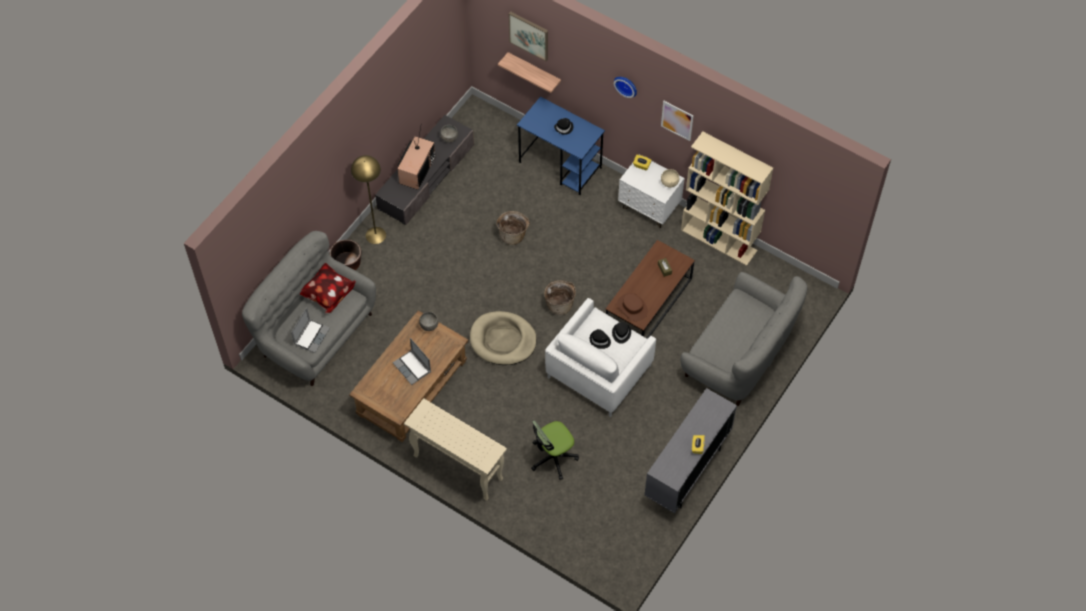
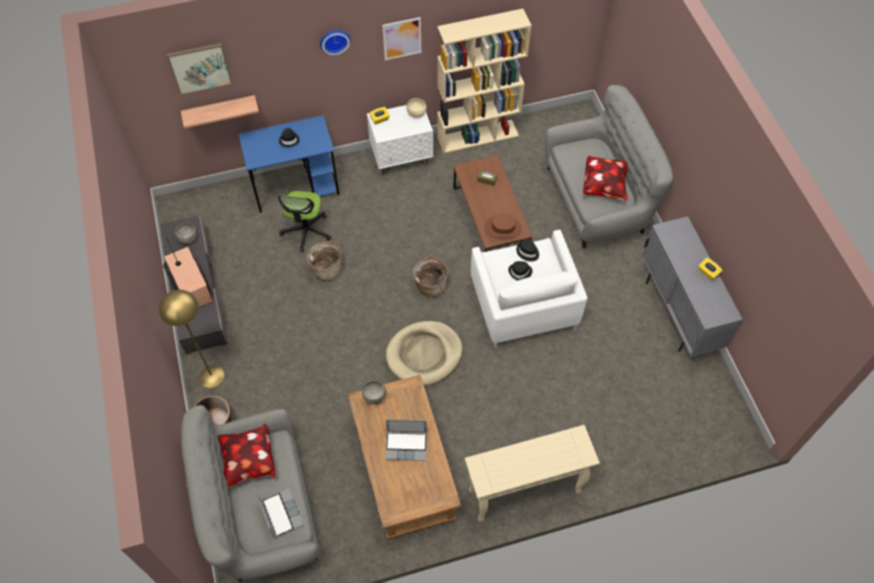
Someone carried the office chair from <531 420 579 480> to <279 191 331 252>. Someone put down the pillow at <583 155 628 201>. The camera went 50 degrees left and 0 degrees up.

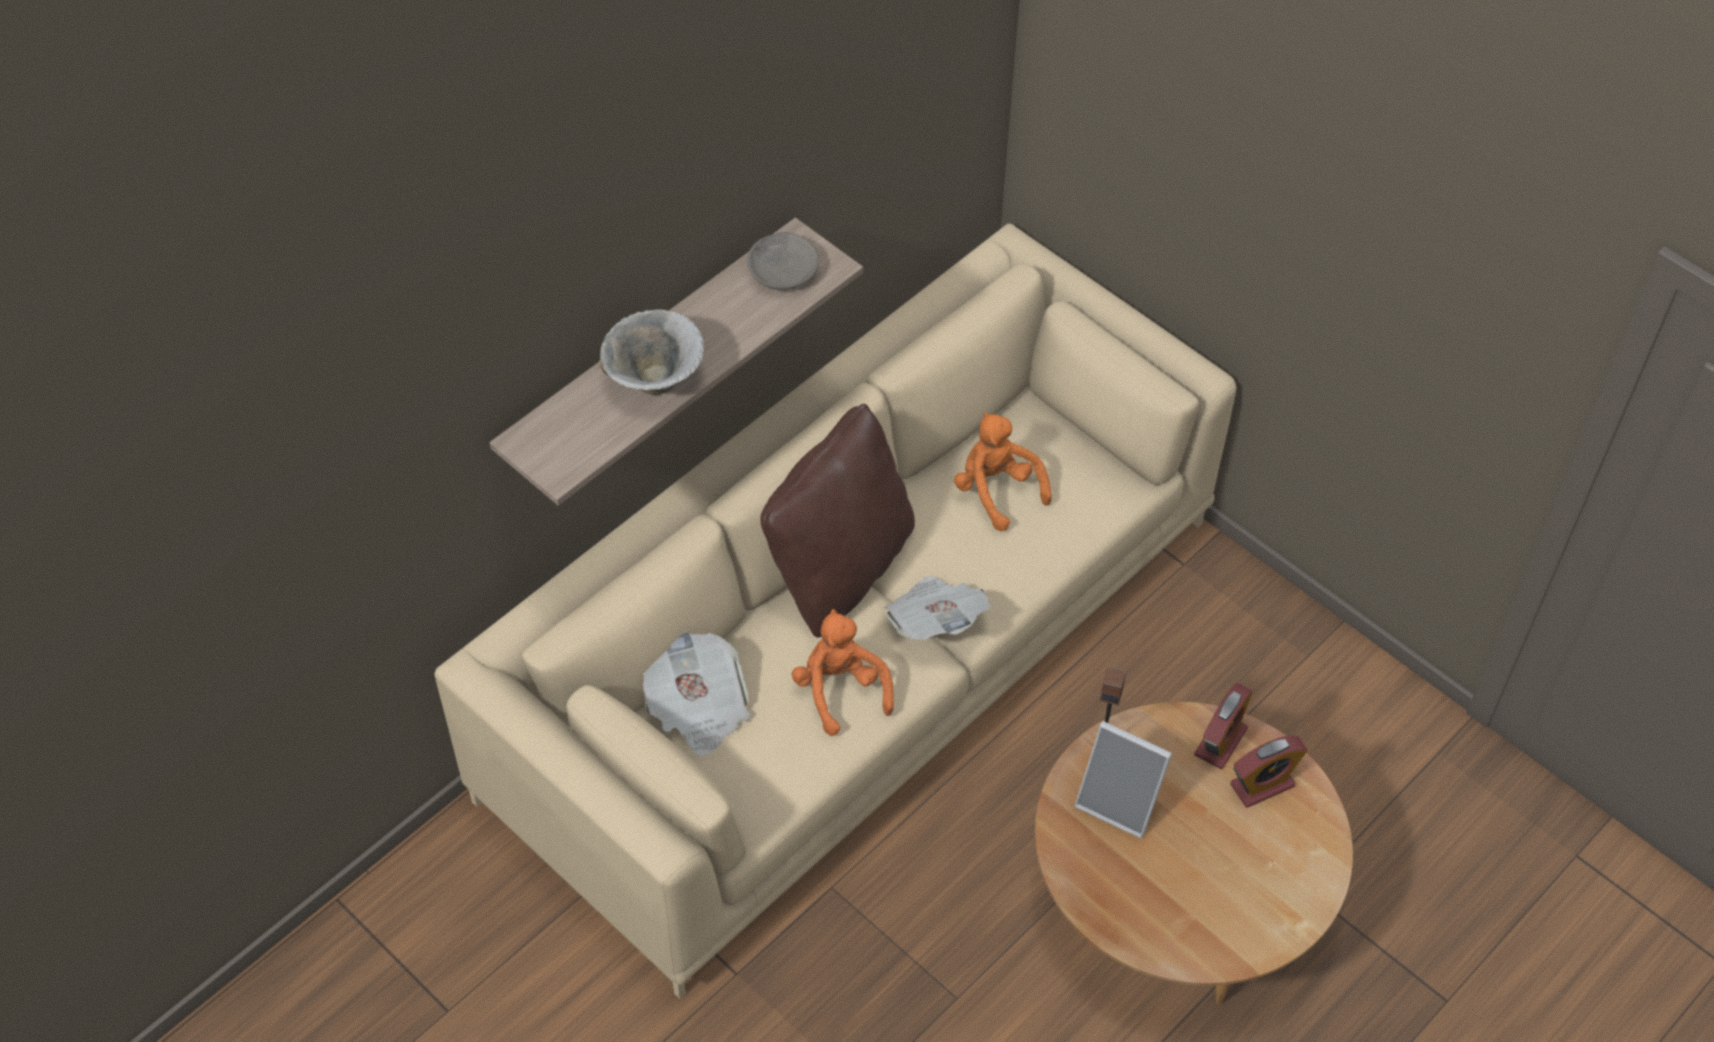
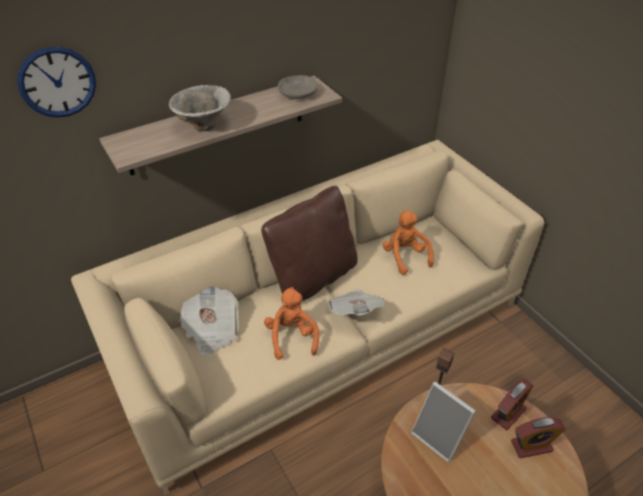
Someone put up the wall clock at <17 47 96 118>. The camera went 15 degrees right and 10 degrees down.

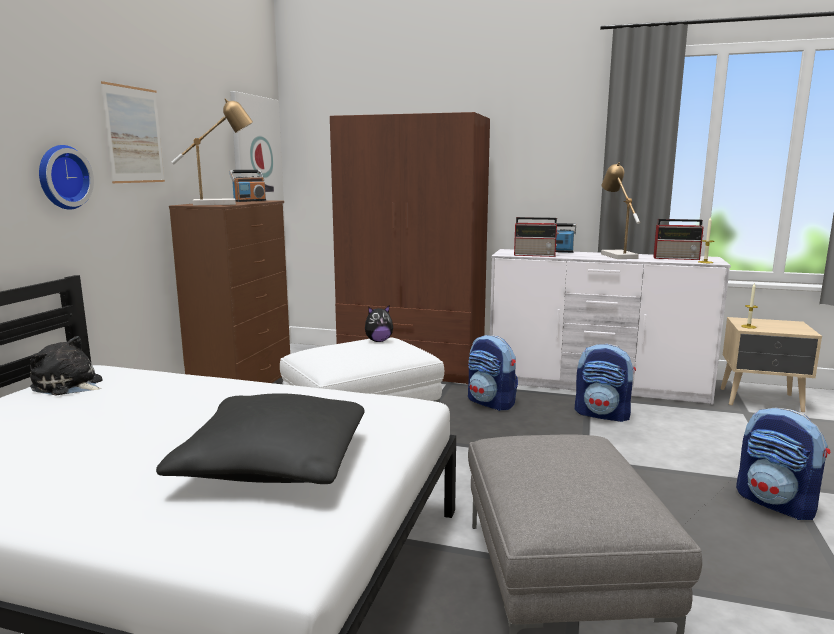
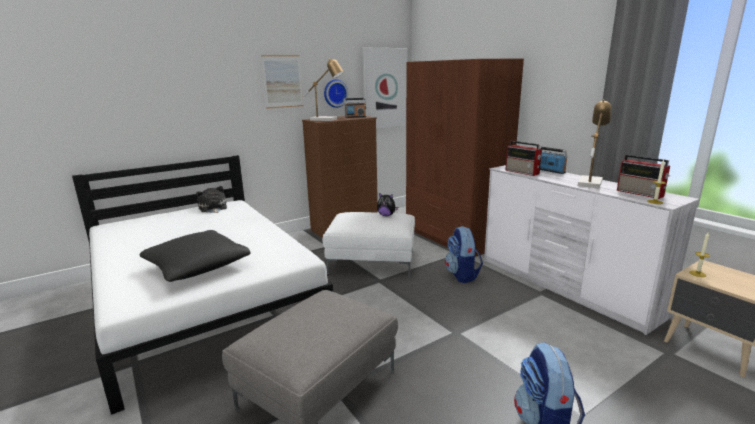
Someone carried the wall clock from <39 145 94 210> to <324 79 348 108>. Someone took away the backpack at <575 344 636 422>. The camera went 40 degrees right and 5 degrees up.

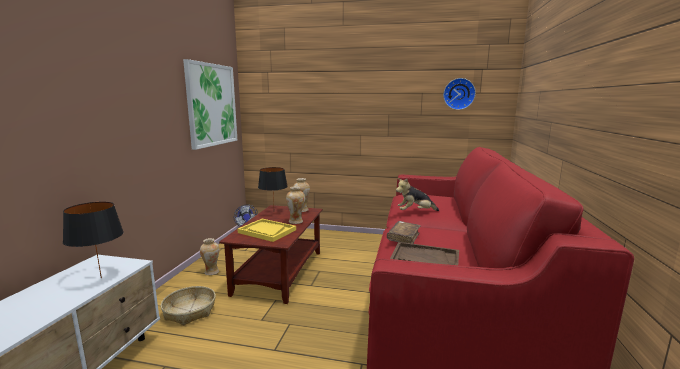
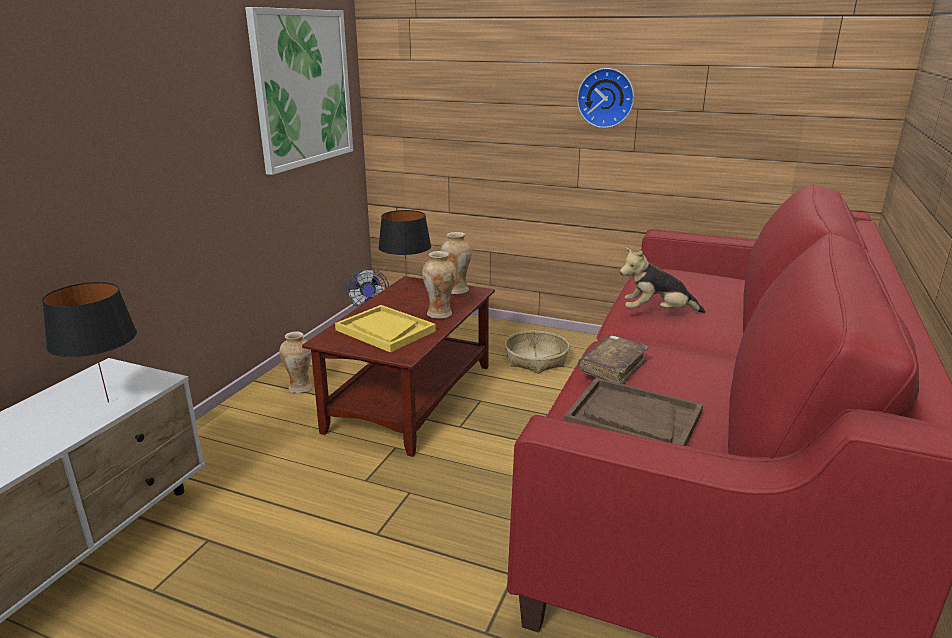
Someone carried the wall clock from <443 78 476 110> to <577 68 634 128>. Someone carried the basket from <161 286 216 326> to <505 331 569 374>. The camera went 10 degrees right and 10 degrees up.

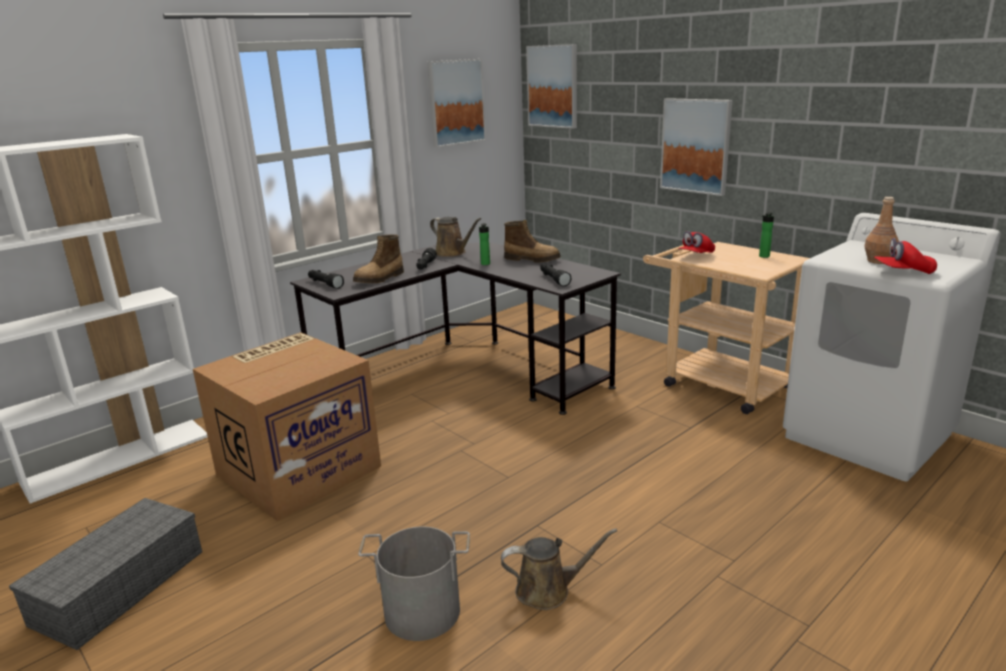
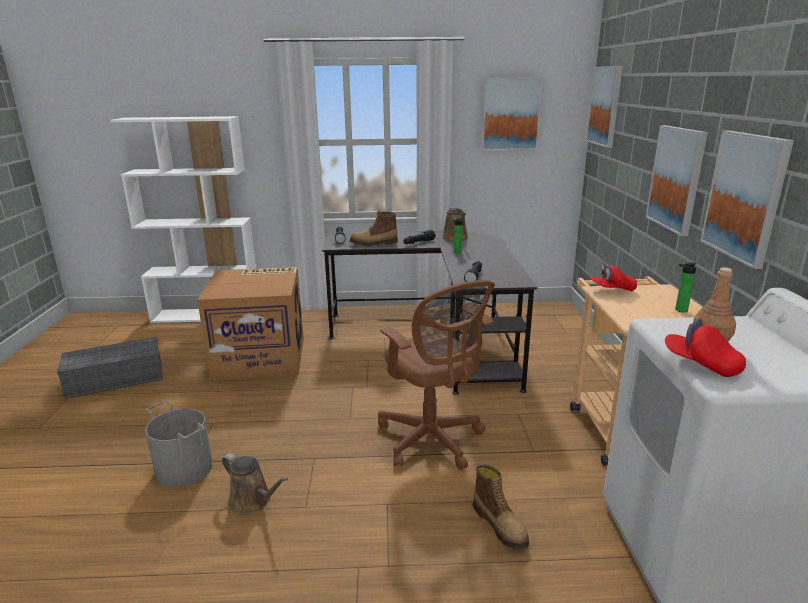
Someone carried the boot from <504 220 561 263> to <473 464 529 550>. Someone put up the picture at <700 131 794 269>. Someone put down the brown office chair at <378 280 495 470>. The camera went 40 degrees right and 0 degrees up.

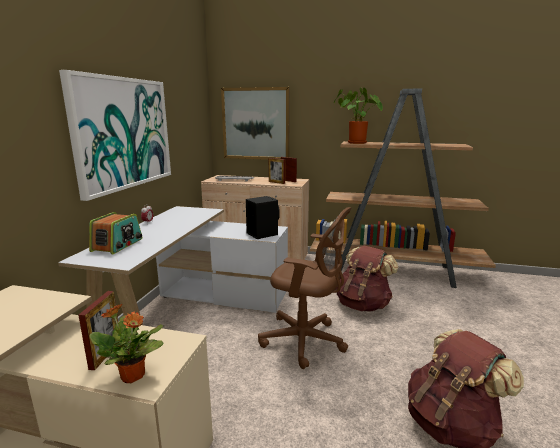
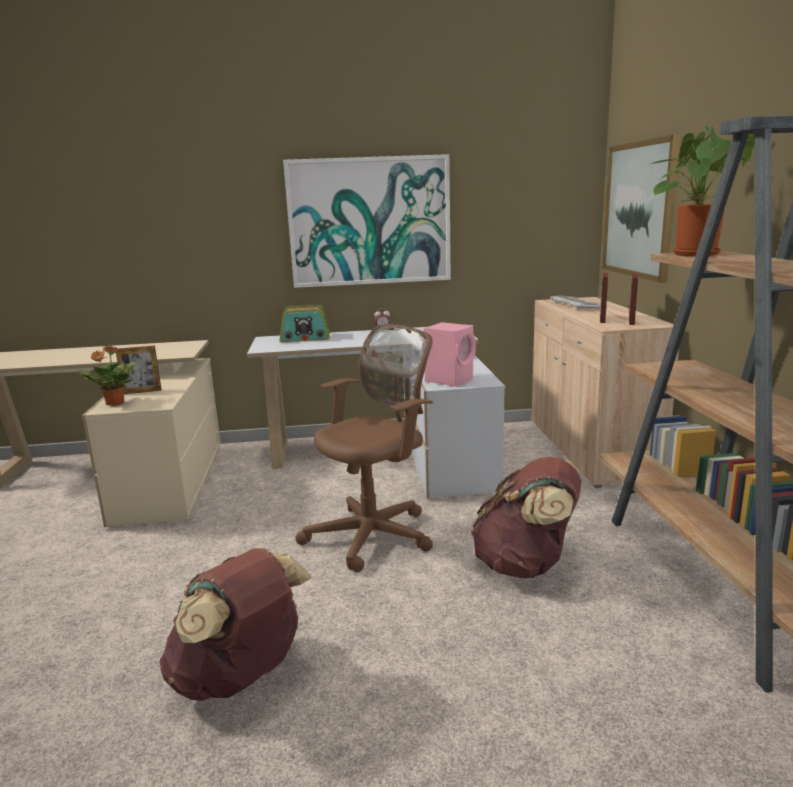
Someone repainted the black speaker at <246 196 280 239>, which became the pink speaker at <424 322 476 387>. Someone rotated the brown office chair at <258 207 351 369> by 135 degrees counterclockwise. The camera went 70 degrees right and 0 degrees up.

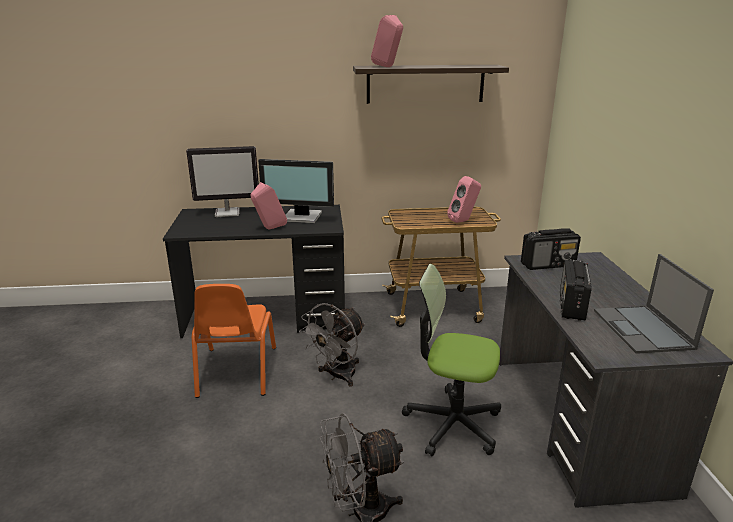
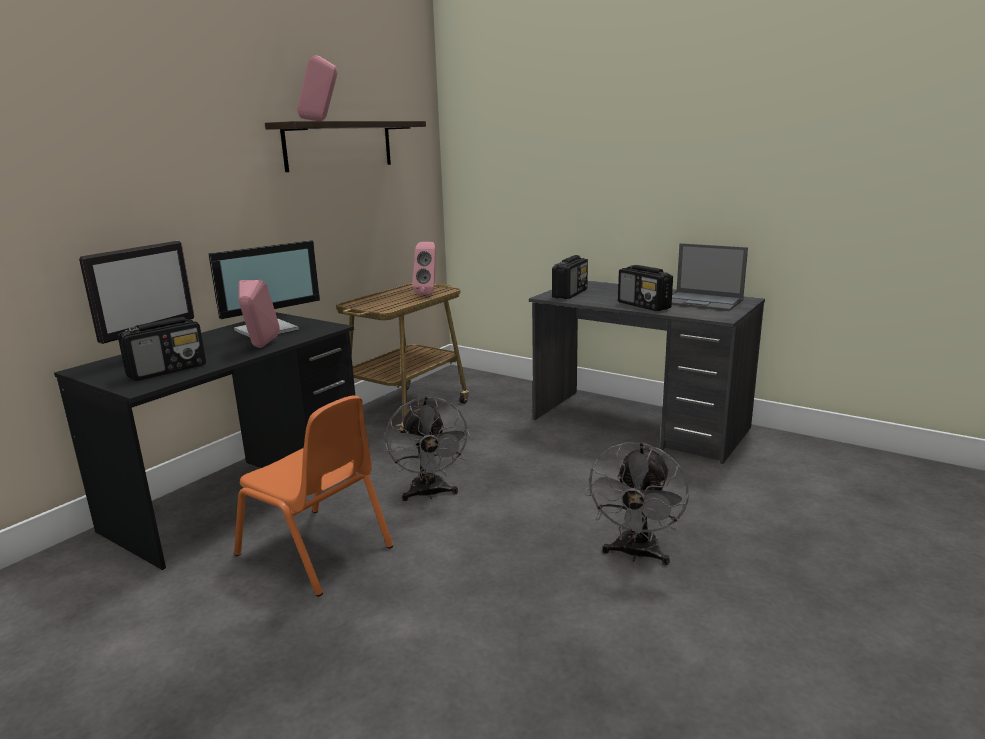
Someone took away the office chair at <402 264 501 456>. Someone put down the radio at <118 317 206 381>. The camera went 50 degrees left and 5 degrees down.

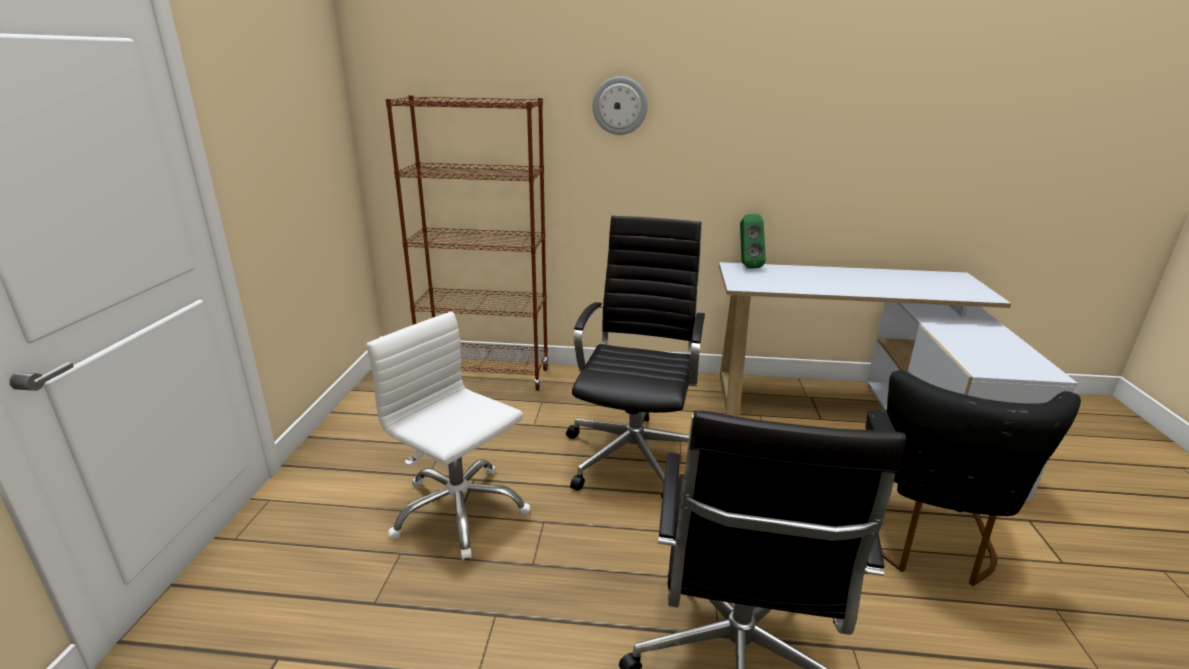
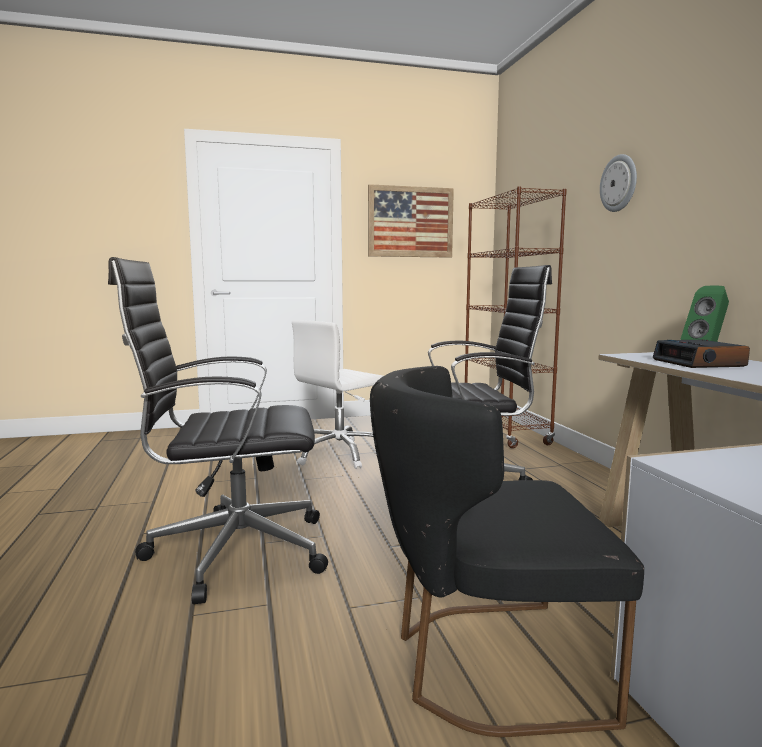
Someone rotated the white office chair at <366 312 530 560> by 150 degrees counterclockwise. Someone put up the picture at <368 184 454 258>. Someone put down the alarm clock at <652 339 750 368>. The camera went 70 degrees right and 15 degrees down.

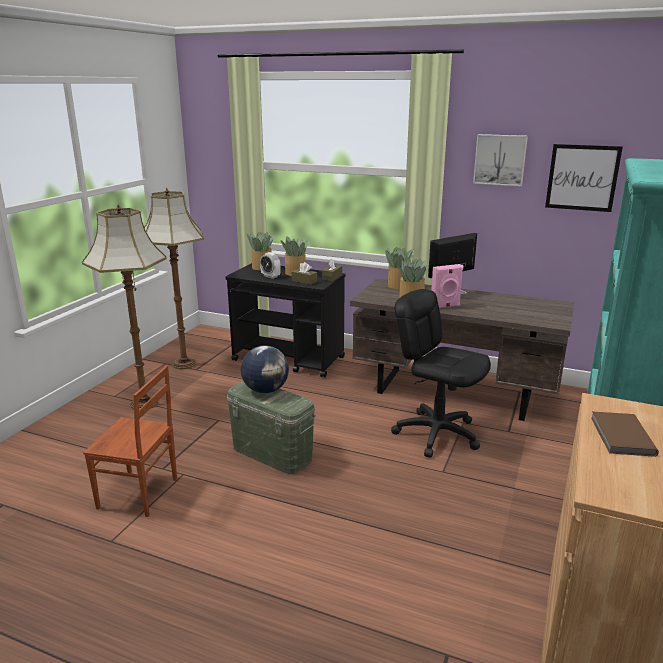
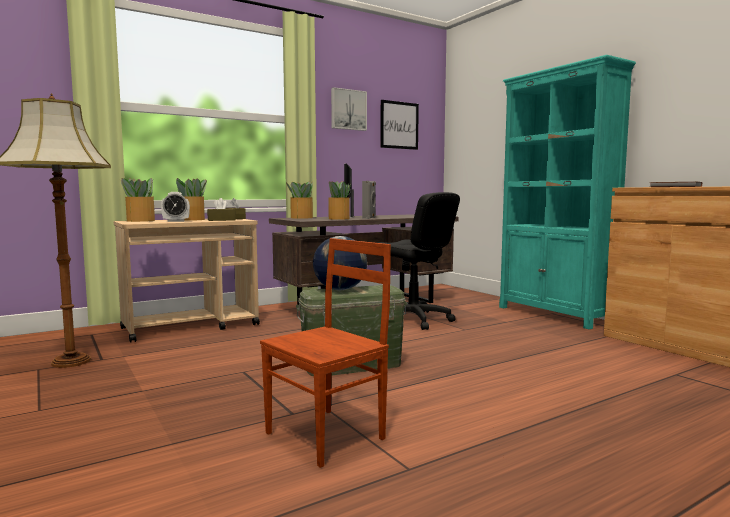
Someone took away the floor lamp at <82 204 167 409>. Someone repainted the black cart at <225 263 345 378>, which became the beige cart at <114 219 260 343>. Someone repainted the pink speaker at <431 264 464 308>, which became the grey speaker at <362 181 376 219>. Someone rotated the black office chair at <391 289 491 458> by 120 degrees counterclockwise. The camera went 55 degrees left and 15 degrees down.

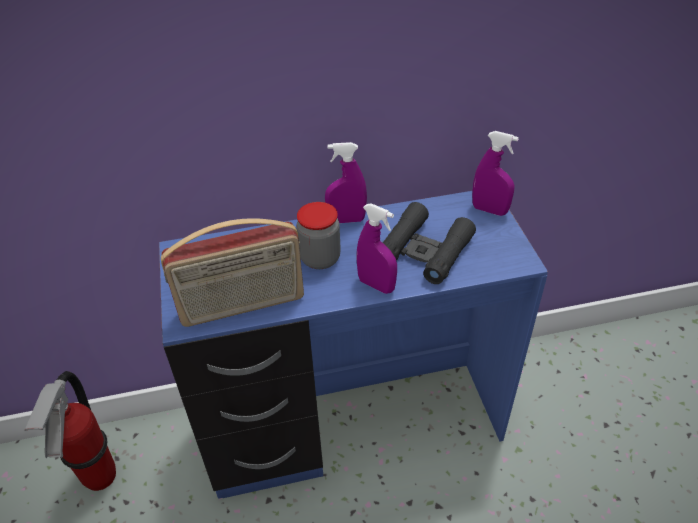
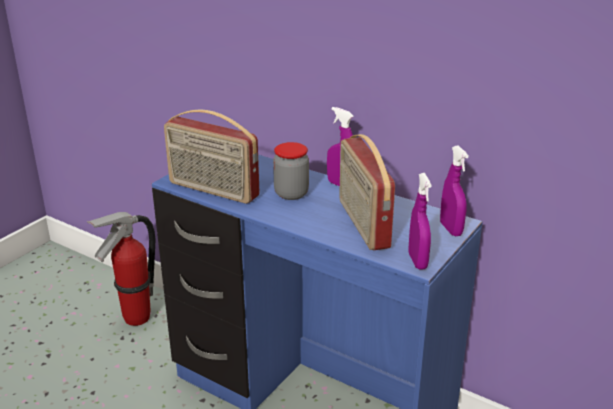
Someone swapped the black binoculars at <382 202 476 284> for the radio at <339 134 395 250>. Someone carried the purple spray bottle from <356 203 397 294> to <408 173 432 270>. The camera went 45 degrees right and 15 degrees down.

